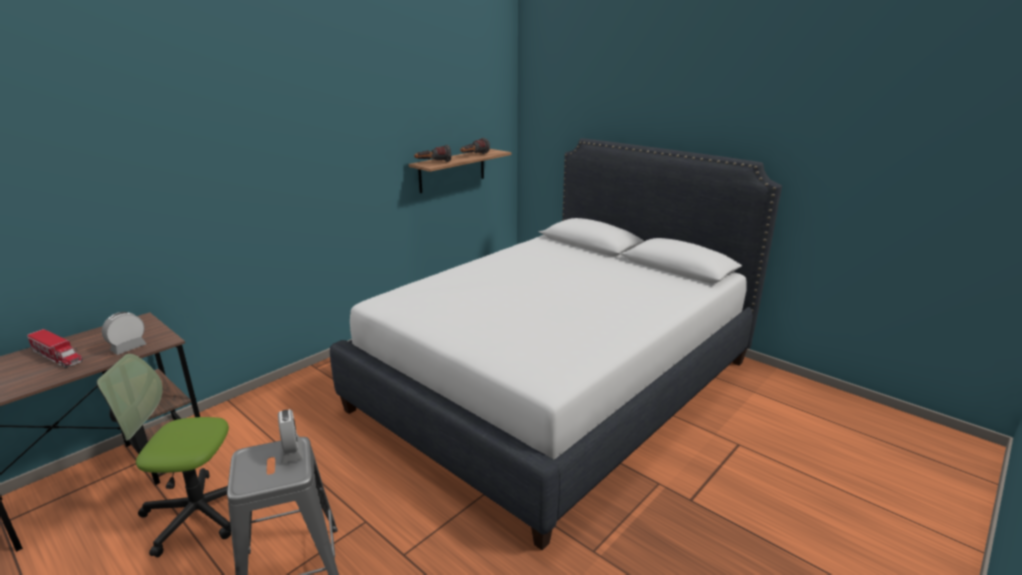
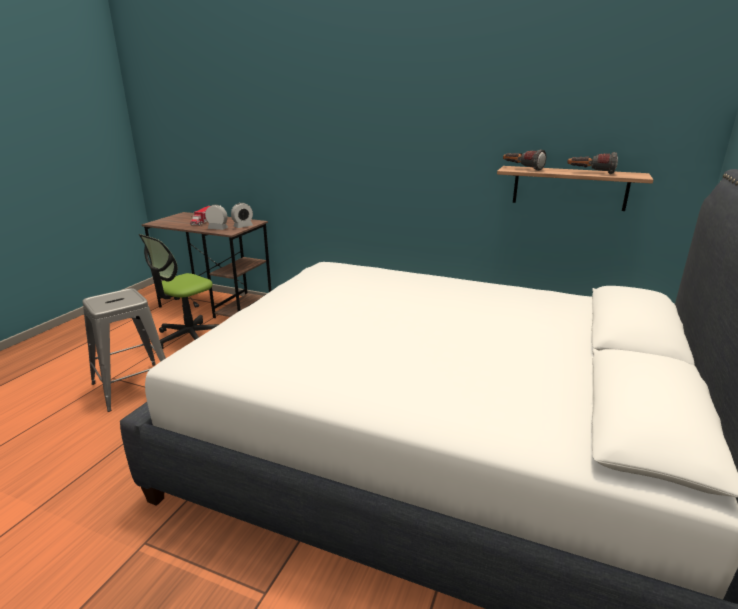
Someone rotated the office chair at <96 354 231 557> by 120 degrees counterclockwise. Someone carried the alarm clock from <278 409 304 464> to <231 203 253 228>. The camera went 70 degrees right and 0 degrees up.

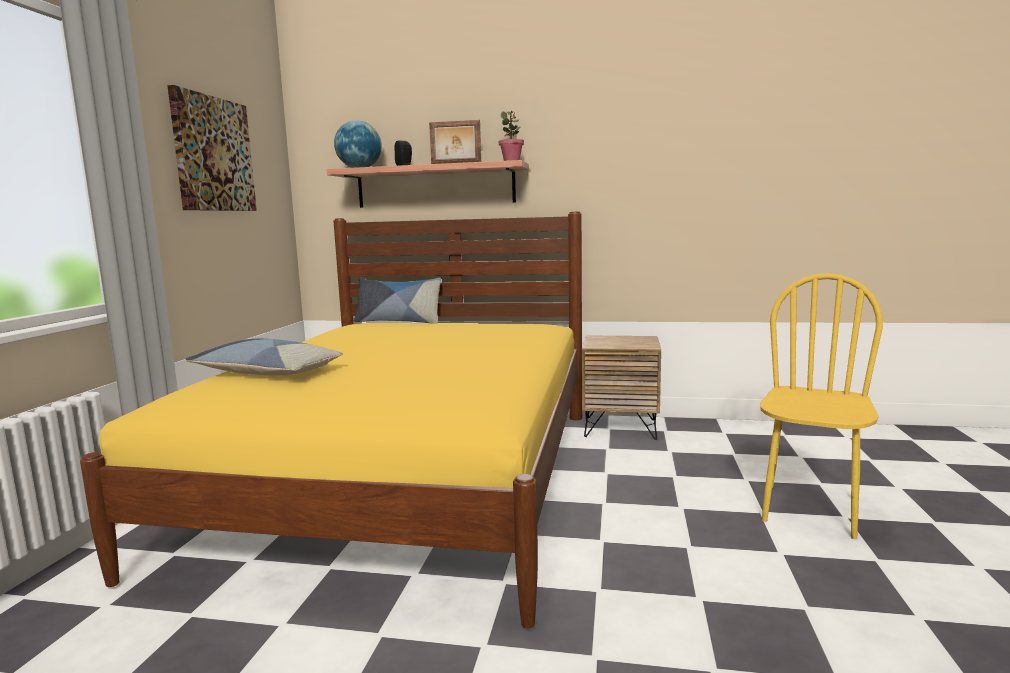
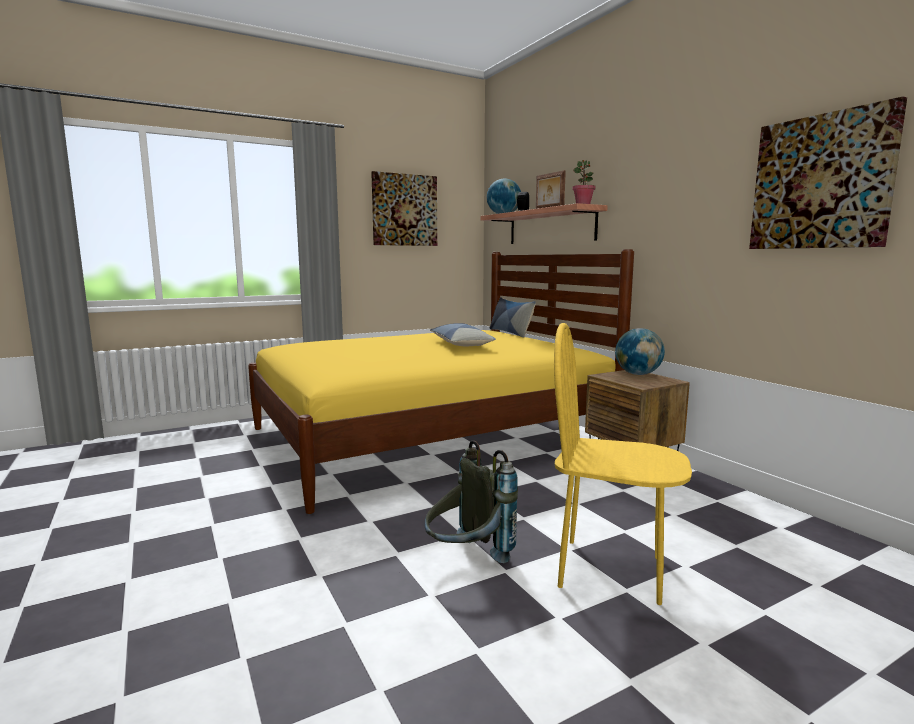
Someone rotated the yellow chair at <760 273 883 539> by 150 degrees counterclockwise. Someone carried the pillow from <186 339 343 376> to <430 323 496 346>. Someone put up the picture at <749 96 907 249>. Someone put down the globe at <615 328 665 375>. Someone put down the grey backpack at <425 440 518 563>. The camera went 50 degrees right and 0 degrees up.

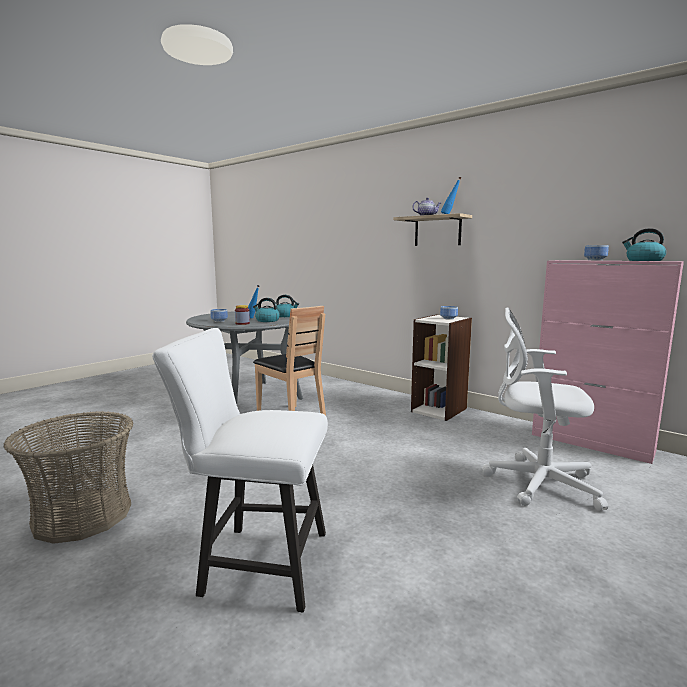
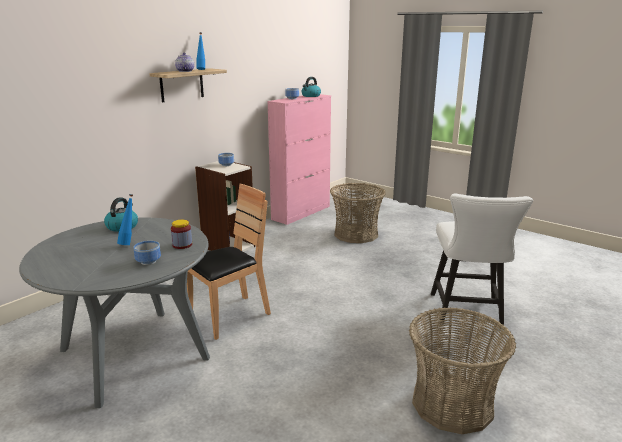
Someone took away the kettle at <253 298 280 322>. Someone swapped the white office chair at <482 307 608 511> for the basket at <330 183 386 243>. The camera went 90 degrees left and 10 degrees up.

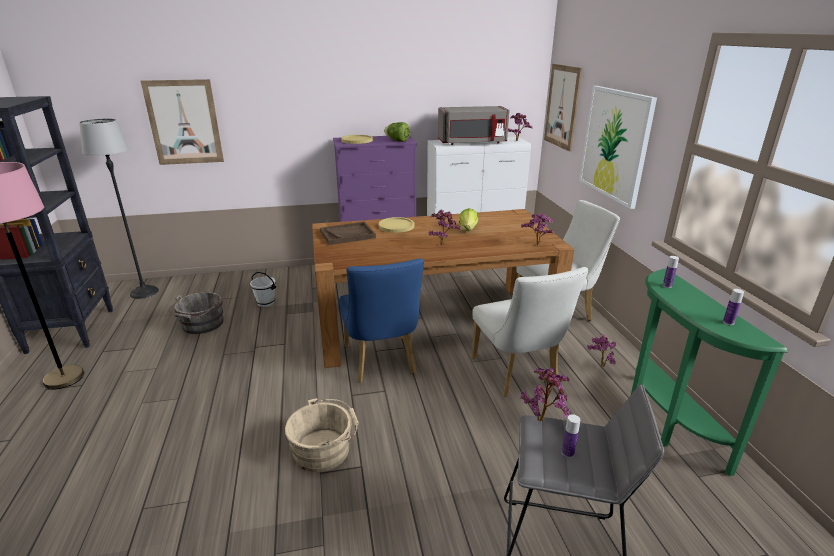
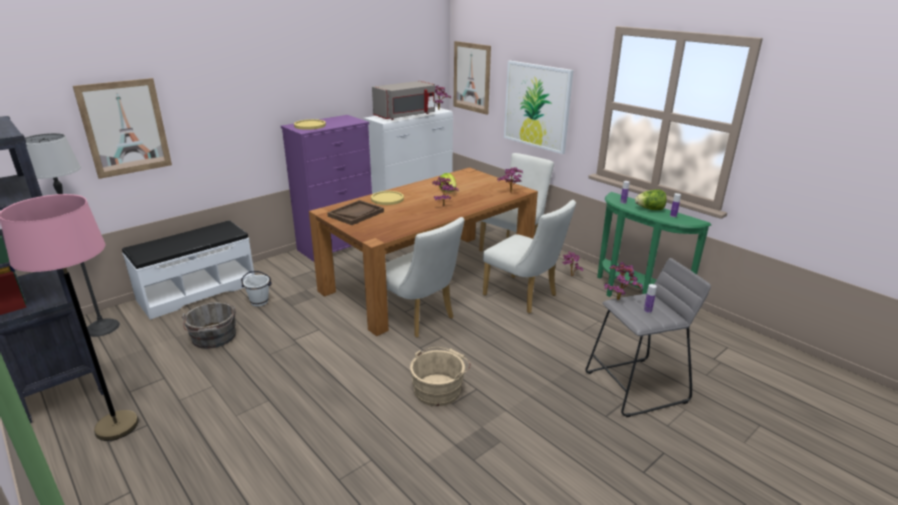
Someone carried the lettuce from <384 122 410 142> to <635 189 666 210>. Someone repainted the blue chair at <339 258 424 383>, which became the white chair at <386 217 464 338>. Someone put down the white bench at <122 220 255 320>. The camera went 30 degrees left and 0 degrees up.

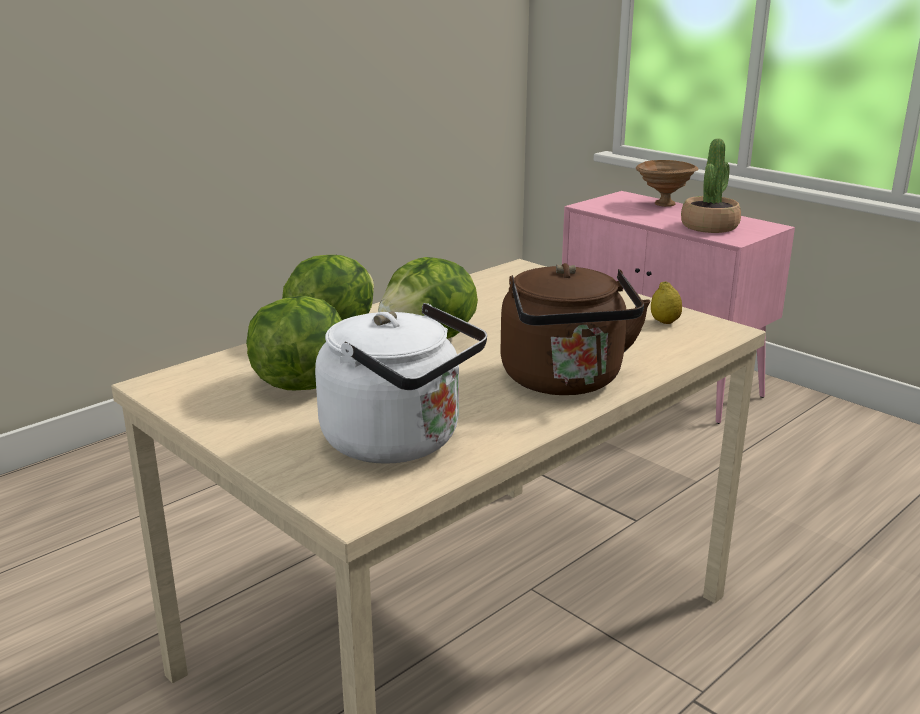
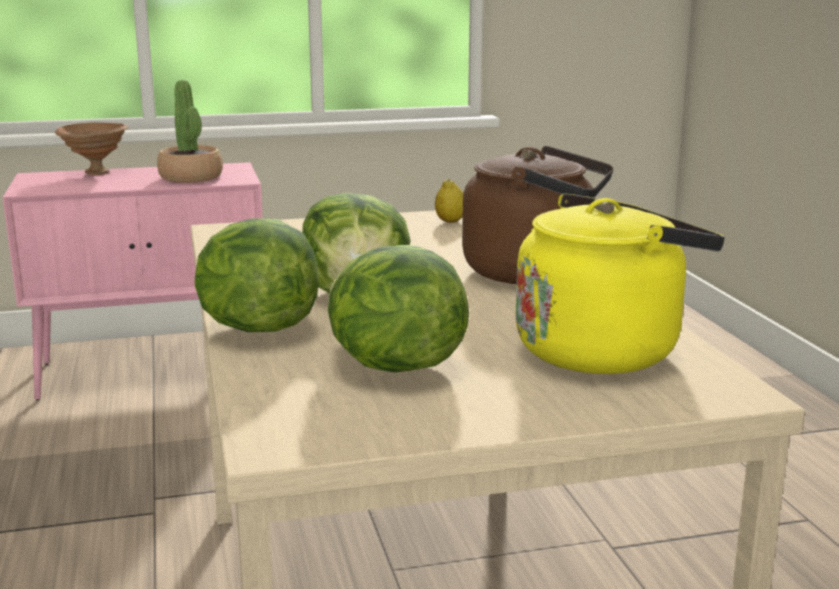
Someone repainted the white kettle at <315 303 487 464>, which became the yellow kettle at <515 193 725 374>. The camera went 60 degrees left and 5 degrees down.

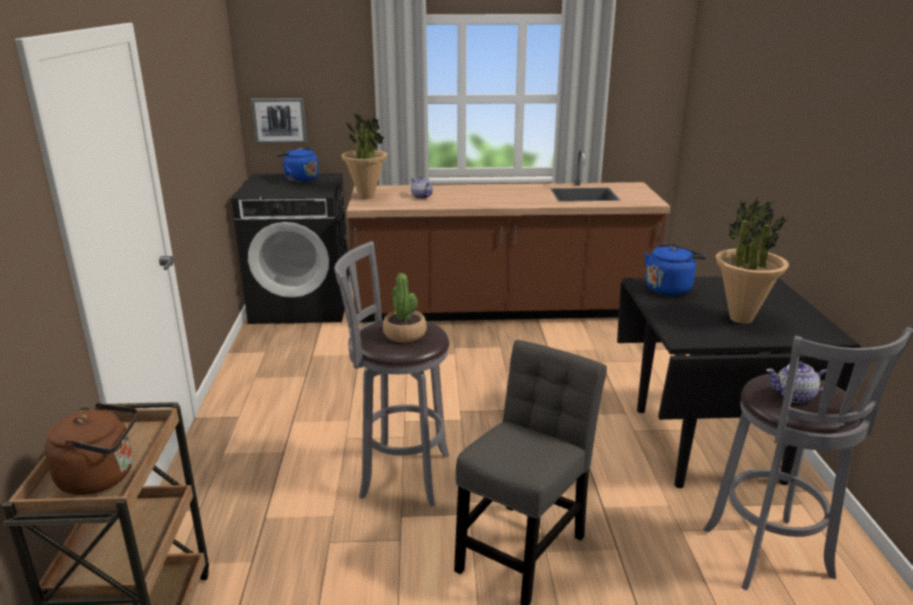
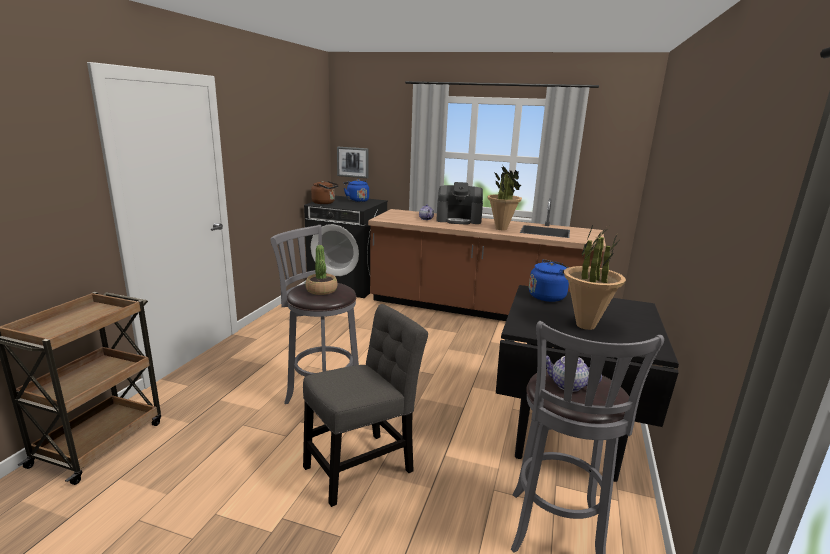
Someone carried the potted plant from <341 112 387 199> to <487 165 522 230>. Someone carried the brown kettle from <45 403 138 495> to <311 181 339 204>. Someone put down the coffee machine at <436 182 483 225>. The camera went 20 degrees right and 5 degrees down.

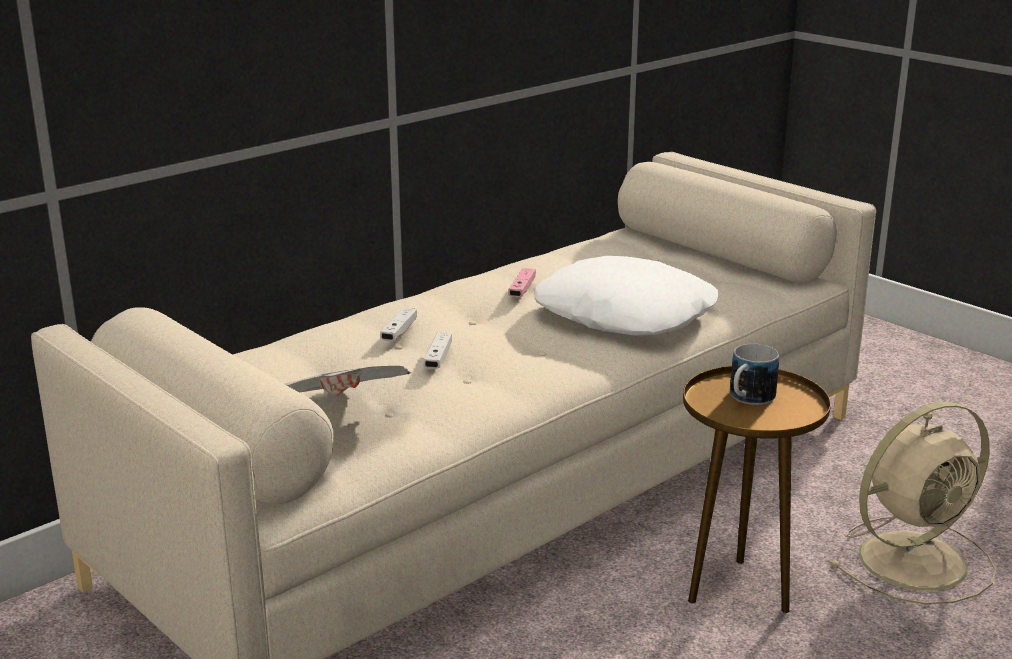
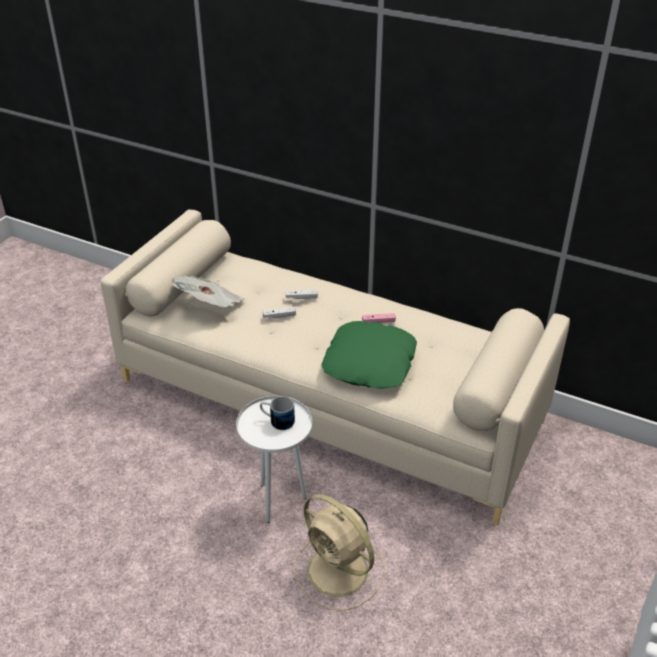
Someone repainted the white pillow at <534 256 719 335>, which became the green pillow at <321 321 417 389>. Someone repainted the brown side table at <683 366 831 613>, which became the white side table at <236 396 312 523>. The camera went 70 degrees right and 15 degrees up.

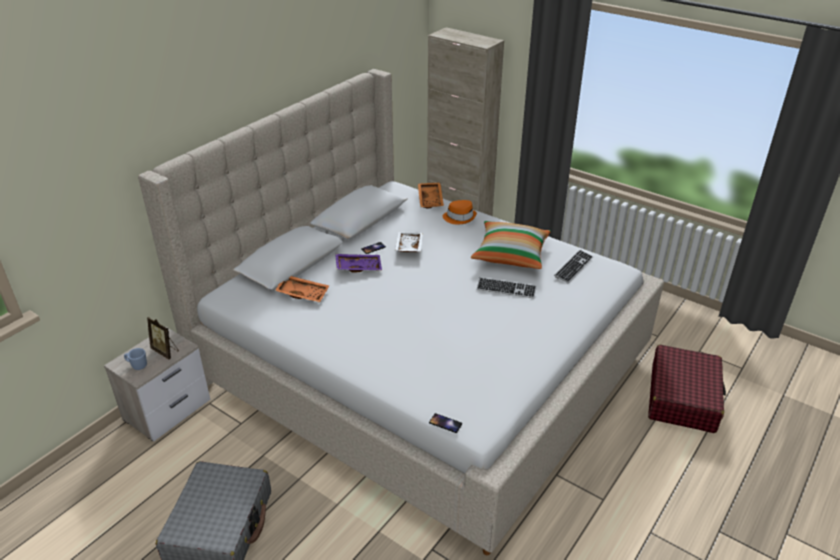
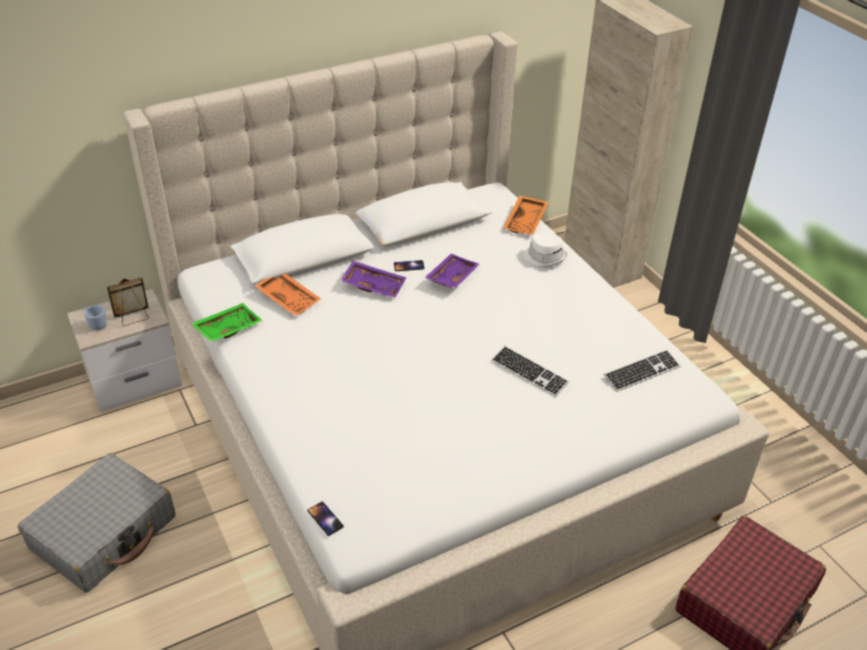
Someone repainted the orange hat at <443 200 477 224>, which became the white hat at <523 233 567 267>. Someone took away the pillow at <471 221 551 269>. Someone repainted the white tray at <395 232 423 252>, which became the purple tray at <424 254 480 289>. Someone rotated the picture frame at <147 317 179 359> by 90 degrees clockwise. Someone put down the green tray at <191 303 263 342>. The camera went 25 degrees right and 5 degrees up.

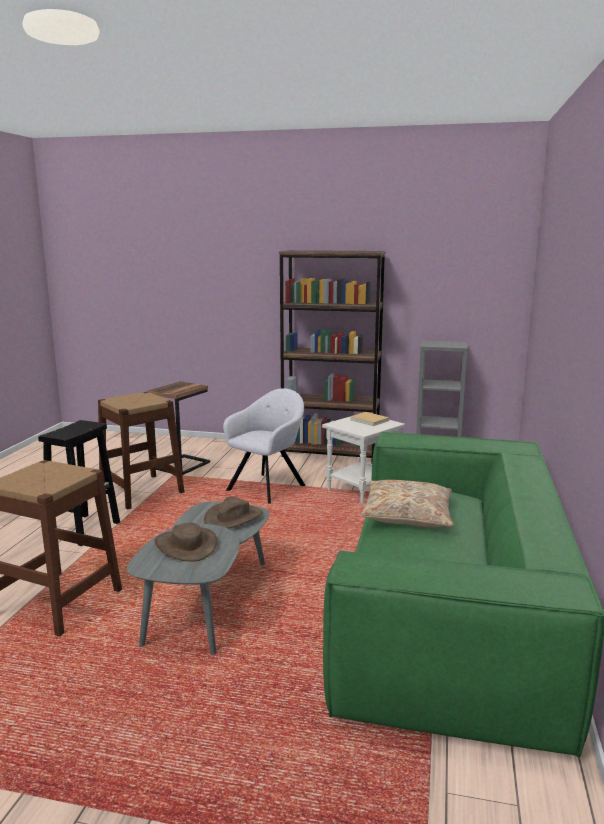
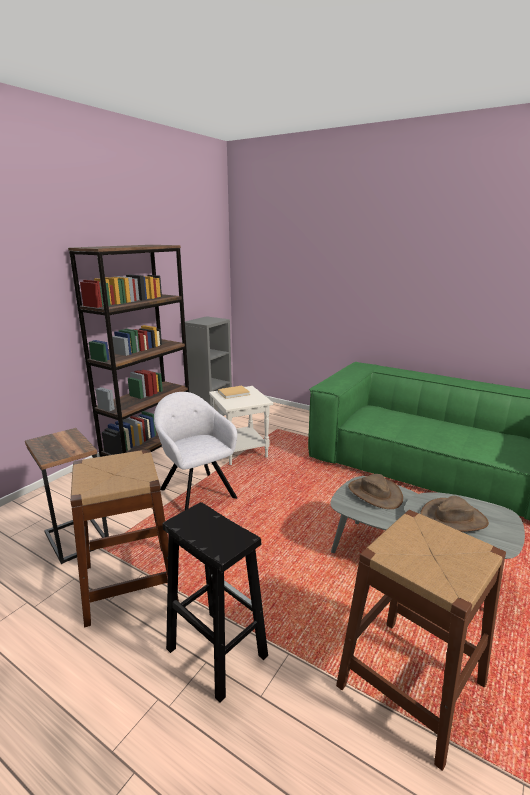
Someone took away the beige pillow at <360 480 454 527>. The camera went 70 degrees left and 5 degrees up.

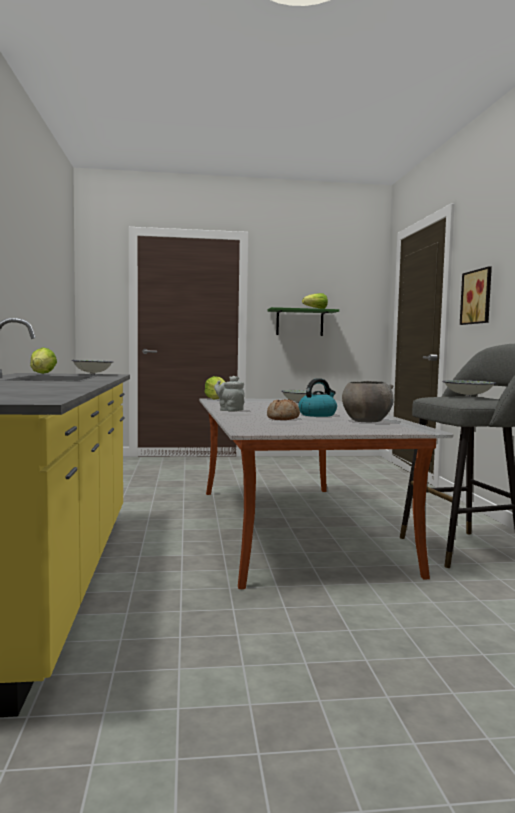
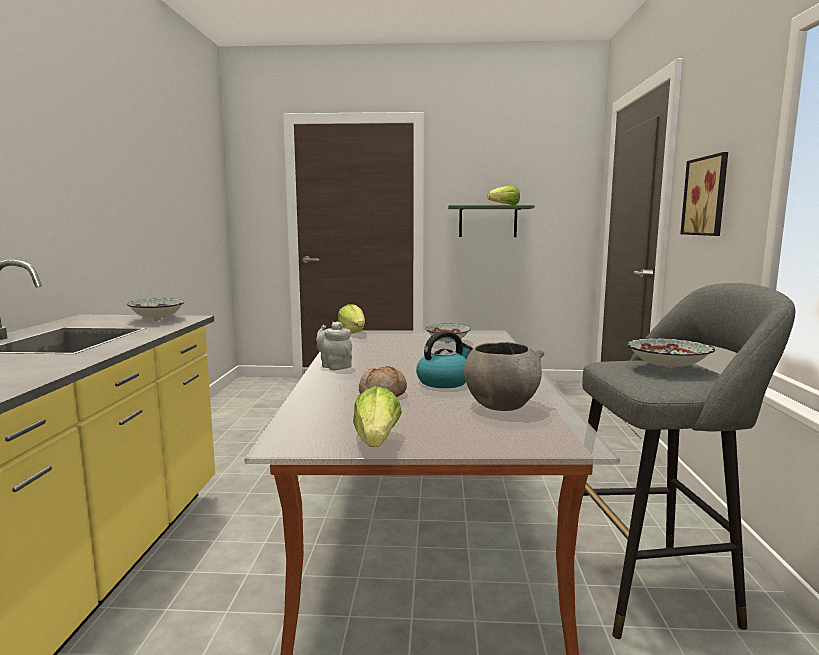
Someone carried the lettuce from <30 347 57 374> to <353 386 402 447>. The camera went 10 degrees right and 5 degrees up.

